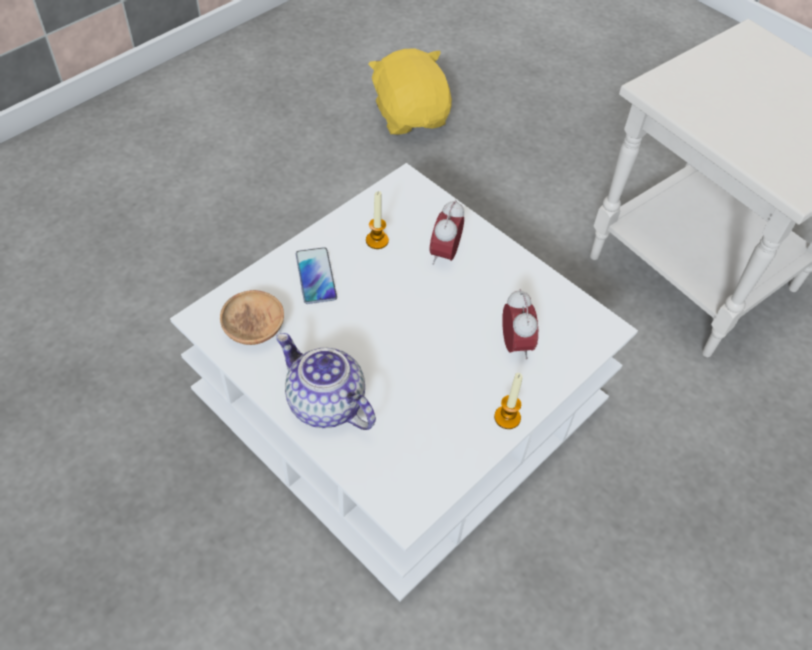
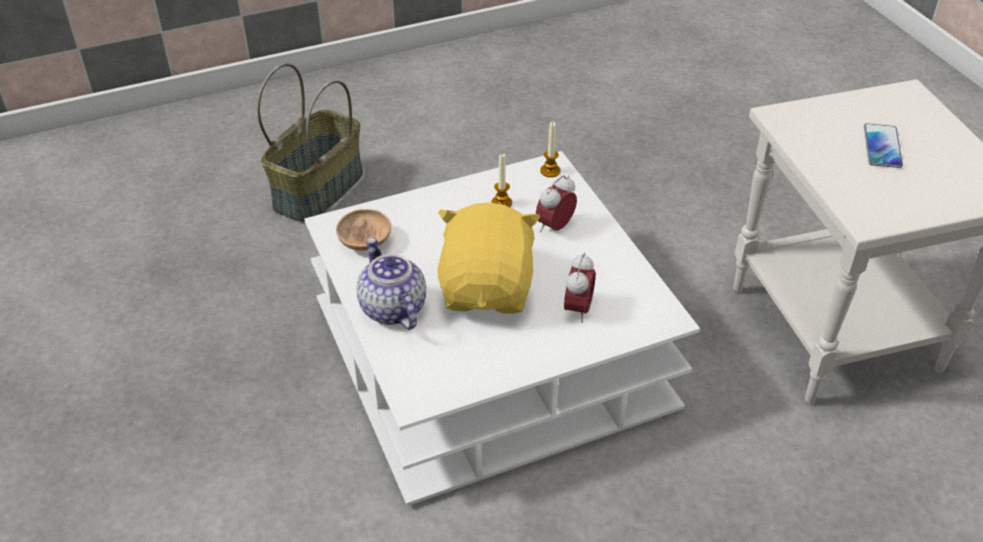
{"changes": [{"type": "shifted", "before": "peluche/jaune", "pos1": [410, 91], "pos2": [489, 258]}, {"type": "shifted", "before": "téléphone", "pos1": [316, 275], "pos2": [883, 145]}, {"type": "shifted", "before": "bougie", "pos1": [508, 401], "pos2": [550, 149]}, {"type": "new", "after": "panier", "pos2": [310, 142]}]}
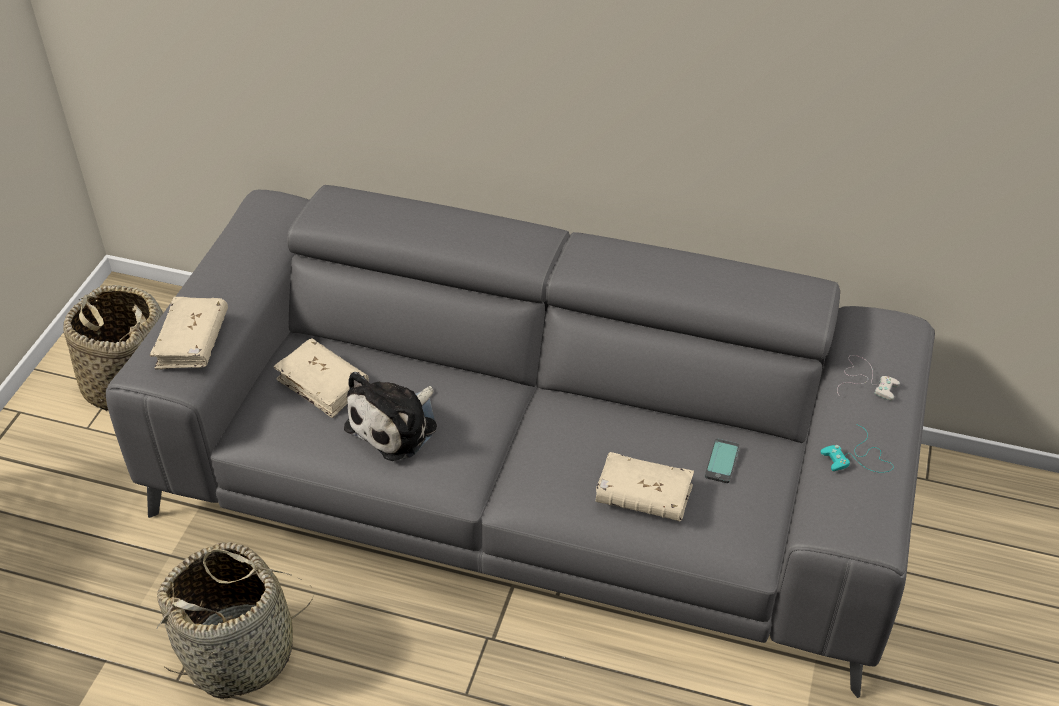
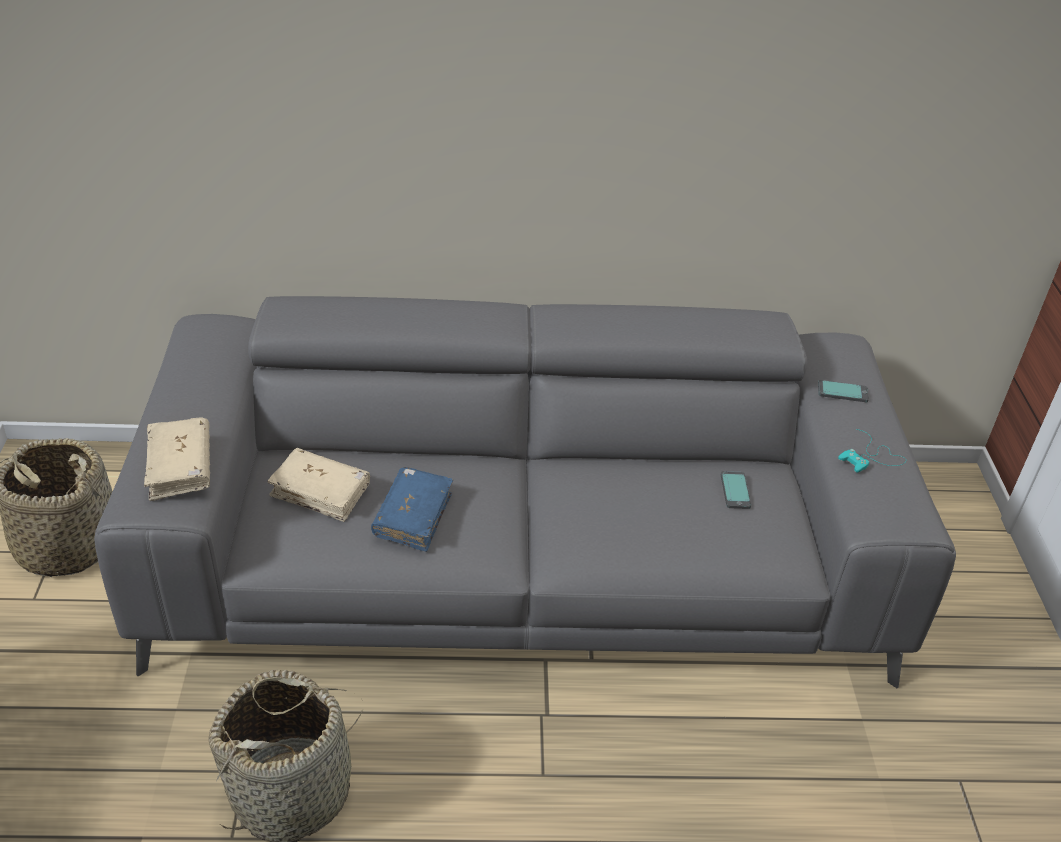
{"changes": [{"type": "swapped", "before": "manette/blanc", "after": "téléphone", "pos1": [868, 378], "pos2": [843, 391]}, {"type": "swapped", "before": "peluche", "after": "livre/bleu", "pos1": [390, 416], "pos2": [412, 509]}, {"type": "gone", "before": "livre/beige", "pos1": [645, 486]}]}
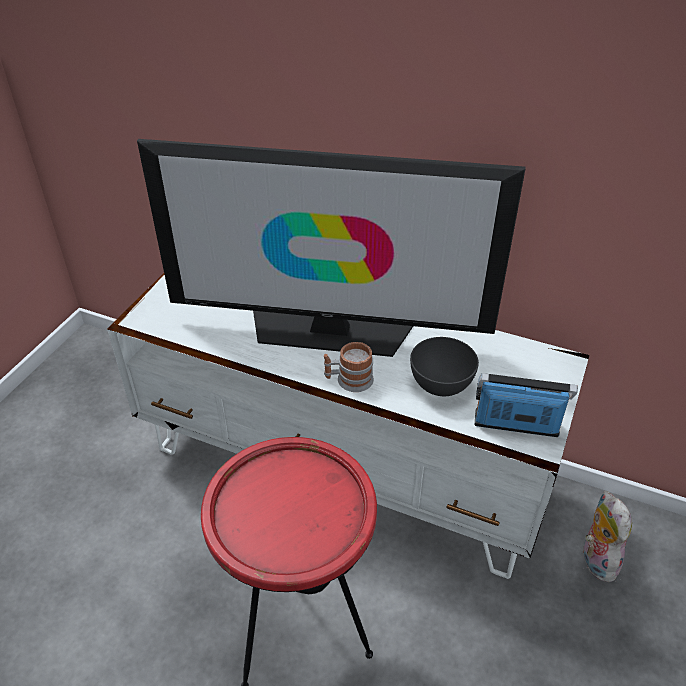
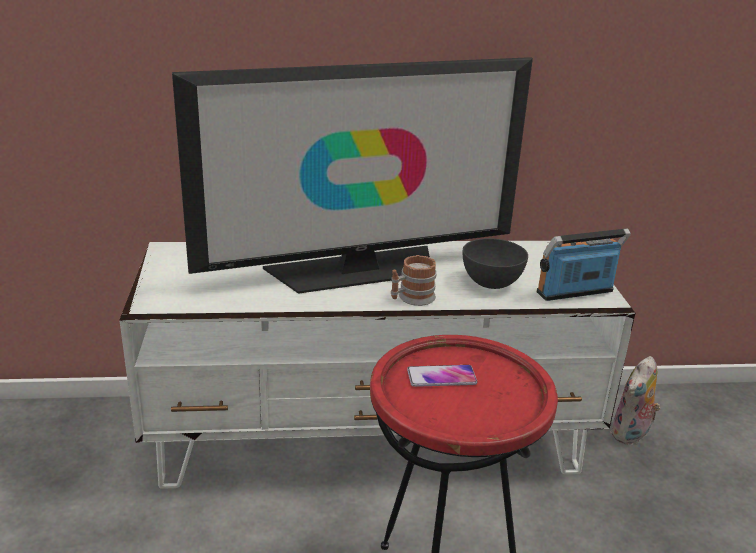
{"changes": [{"type": "rotated", "before": "peluche", "pos1": [607, 536], "pos2": [635, 400], "turn": -105}, {"type": "new", "after": "téléphone", "pos2": [442, 376]}]}
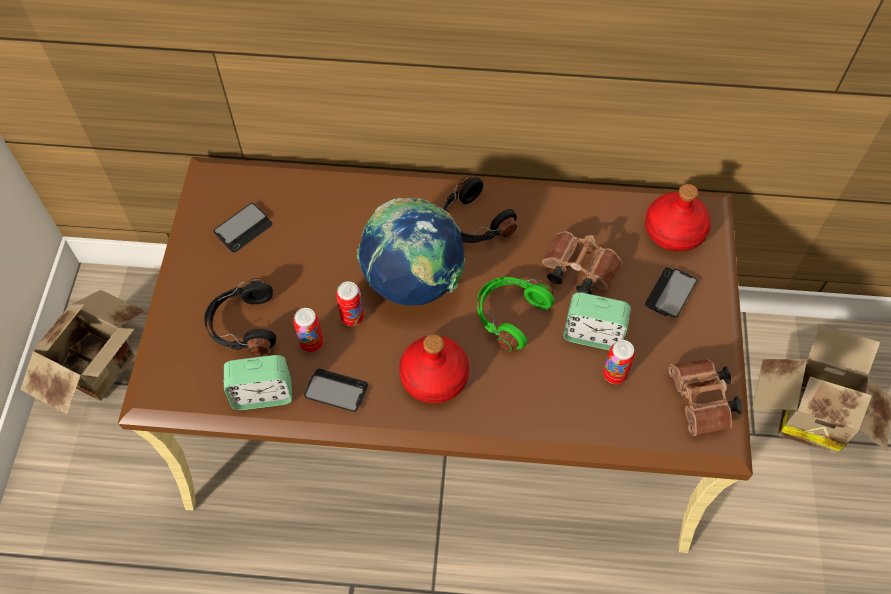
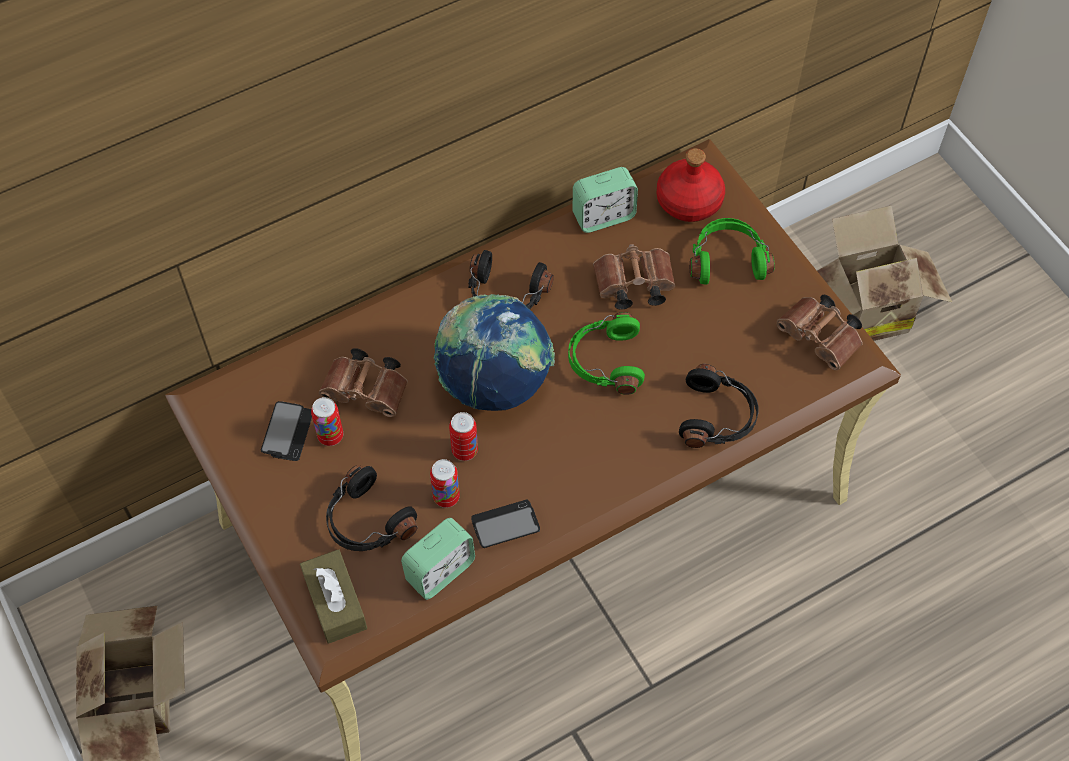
{"changes": [{"type": "swapped", "before": "téléphone", "after": "casque audio/vert", "pos1": [671, 292], "pos2": [732, 251]}, {"type": "shifted", "before": "réveil", "pos1": [597, 321], "pos2": [605, 200]}, {"type": "gone", "before": "bouteille/rouge", "pos1": [434, 368]}, {"type": "shifted", "before": "boîte métallique", "pos1": [619, 362], "pos2": [327, 421]}, {"type": "new", "after": "jumelles/marron", "pos2": [363, 382]}, {"type": "new", "after": "casque audio/noir", "pos2": [719, 406]}, {"type": "new", "after": "boîte à mouchoirs/marron", "pos2": [333, 596]}]}
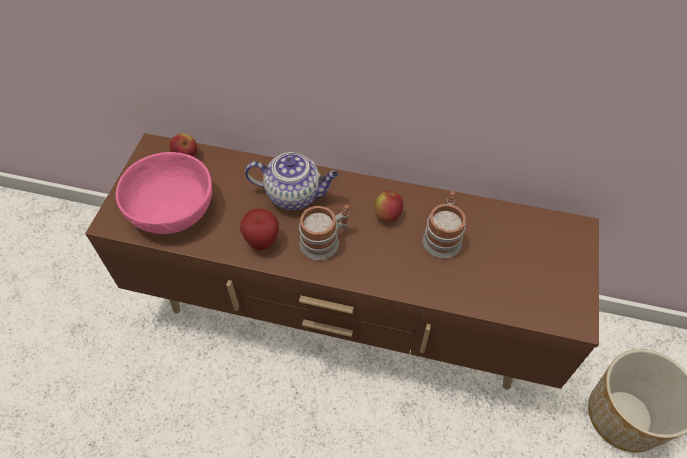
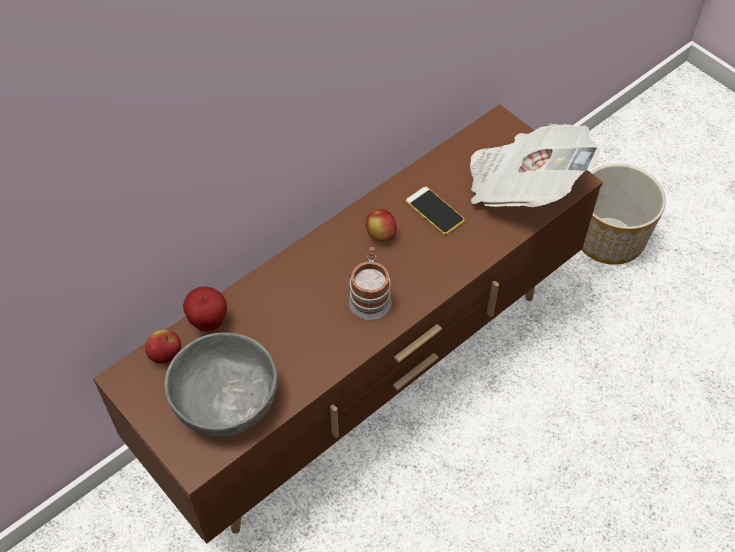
{"changes": [{"type": "repainted", "before": "bol/rose", "after": "bol/gris", "pos1": [163, 193], "pos2": [221, 384]}, {"type": "gone", "before": "théière", "pos1": [292, 181]}, {"type": "swapped", "before": "mug", "after": "téléphone", "pos1": [444, 224], "pos2": [435, 211]}, {"type": "shifted", "before": "pomme", "pos1": [259, 229], "pos2": [205, 309]}, {"type": "new", "after": "journal", "pos2": [535, 165]}]}
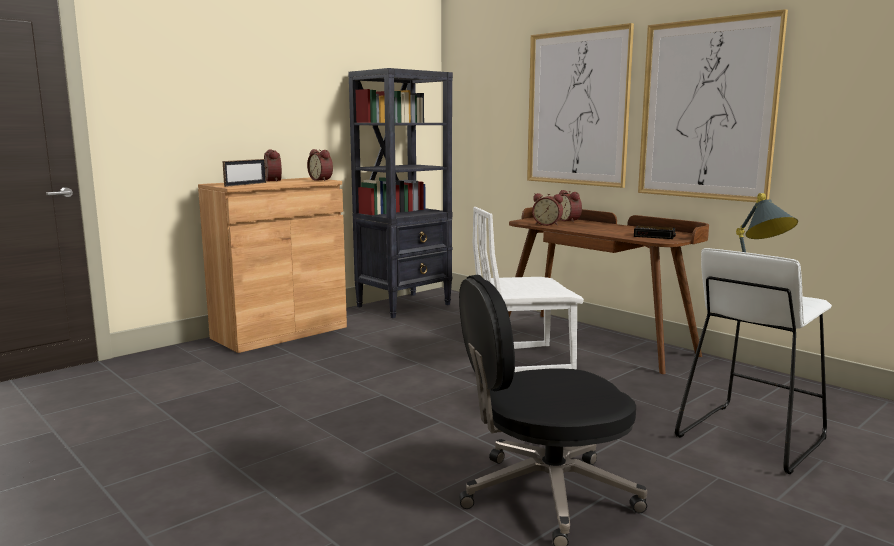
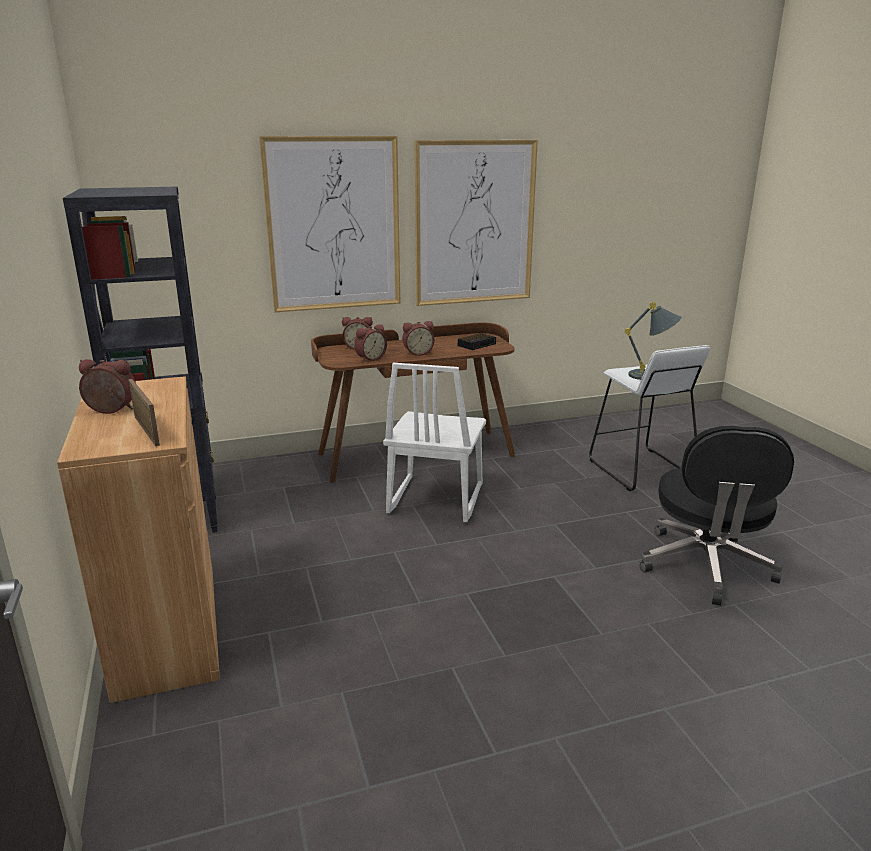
{"changes": [{"type": "shifted", "before": "réveil", "pos1": [320, 165], "pos2": [418, 338]}]}
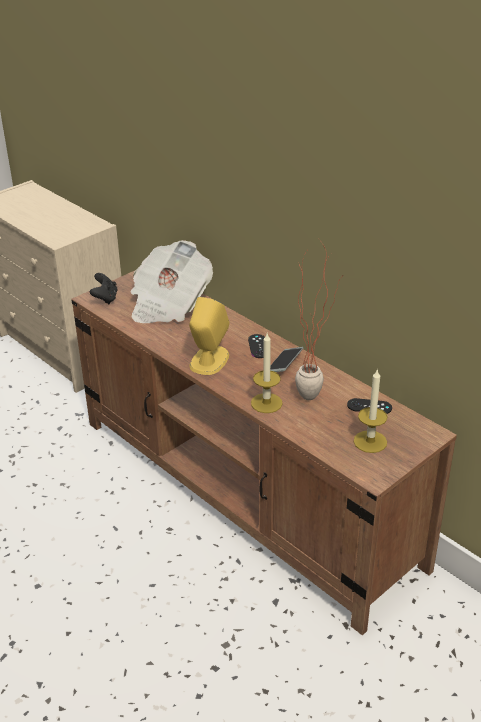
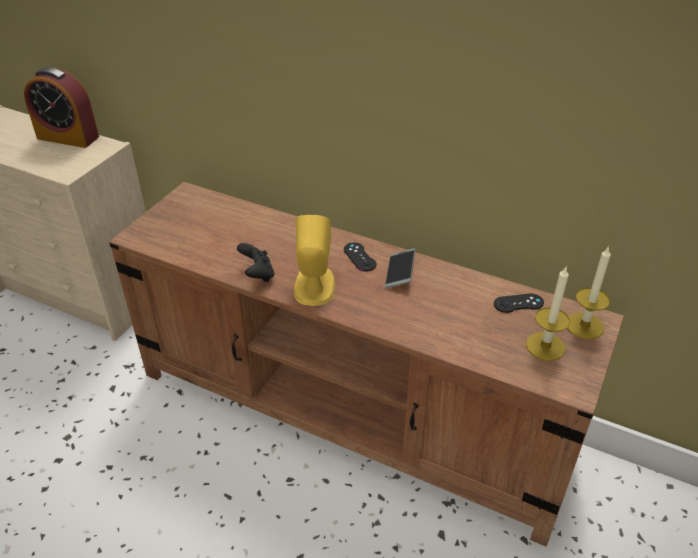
{"changes": [{"type": "gone", "before": "journal", "pos1": [172, 281]}, {"type": "gone", "before": "plante en pot", "pos1": [318, 320]}, {"type": "shifted", "before": "manette/noir", "pos1": [104, 288], "pos2": [256, 262]}, {"type": "shifted", "before": "bougie", "pos1": [267, 373], "pos2": [589, 292]}, {"type": "new", "after": "réveil", "pos2": [61, 107]}]}
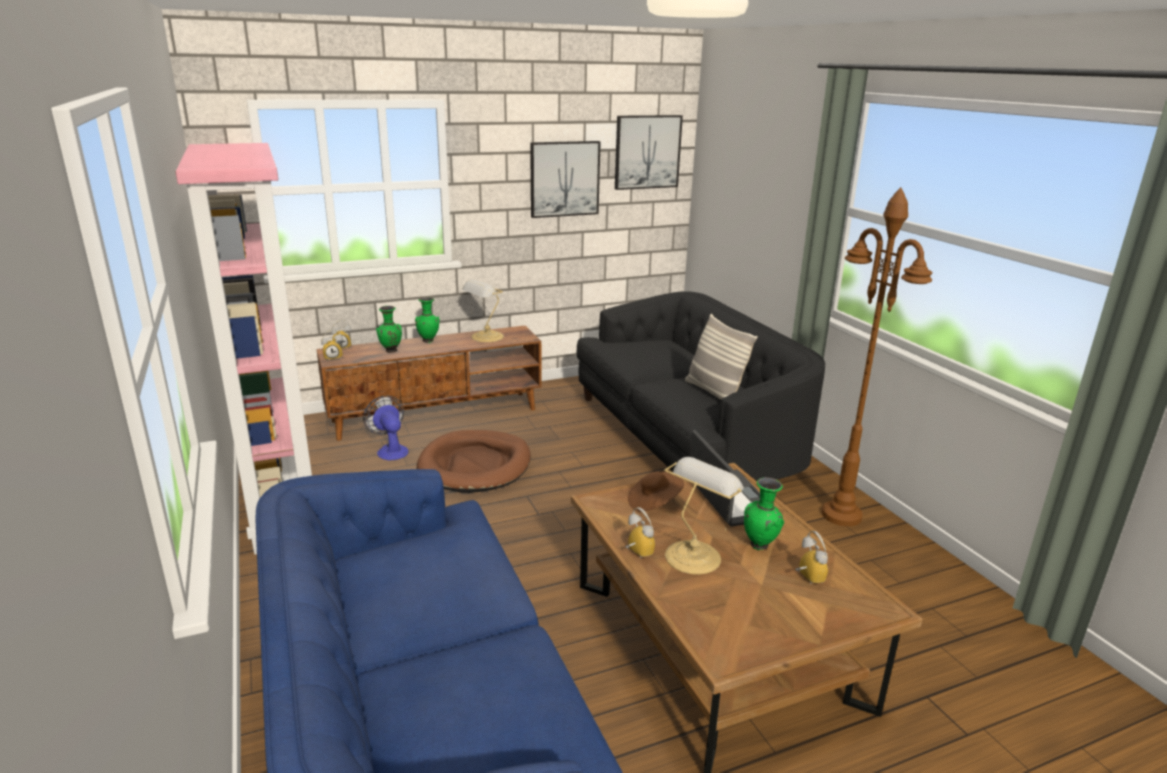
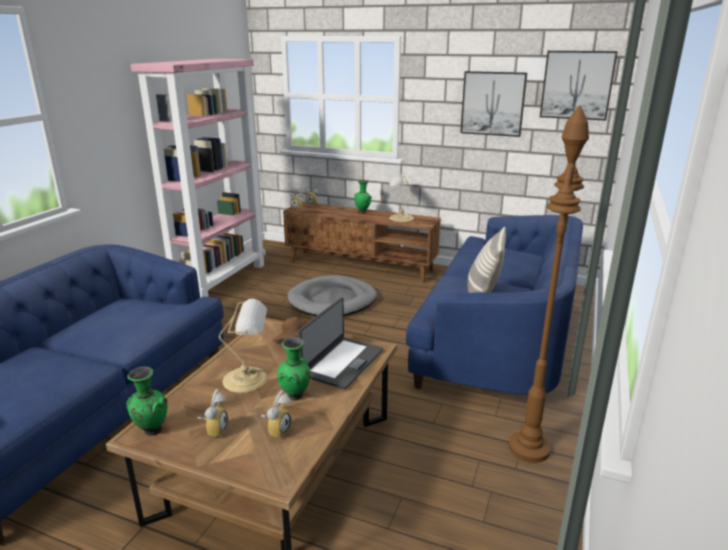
{"changes": [{"type": "repainted", "before": "canapé/noir", "after": "canapé/bleu", "pos1": [700, 386], "pos2": [494, 305]}, {"type": "shifted", "before": "vase/vert", "pos1": [389, 329], "pos2": [147, 401]}, {"type": "gone", "before": "ventilateur", "pos1": [385, 428]}, {"type": "repainted", "before": "panier pour chien/marron", "after": "panier pour chien/gris", "pos1": [474, 461], "pos2": [332, 295]}, {"type": "shifted", "before": "réveil", "pos1": [640, 532], "pos2": [212, 413]}]}
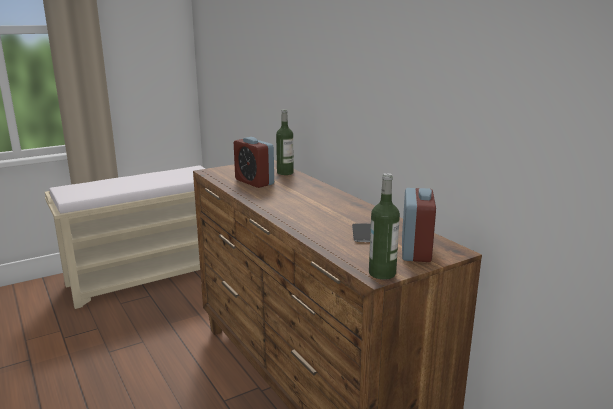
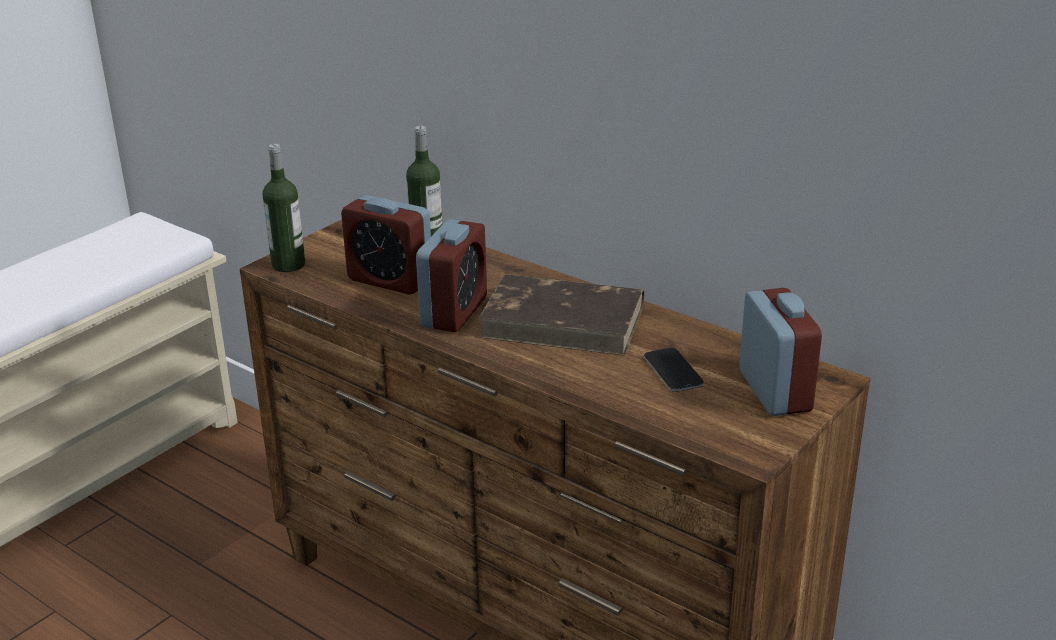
{"changes": [{"type": "shifted", "before": "bouteille", "pos1": [384, 226], "pos2": [283, 208]}, {"type": "new", "after": "réveil", "pos2": [451, 275]}, {"type": "new", "after": "livre/marron", "pos2": [561, 315]}]}
